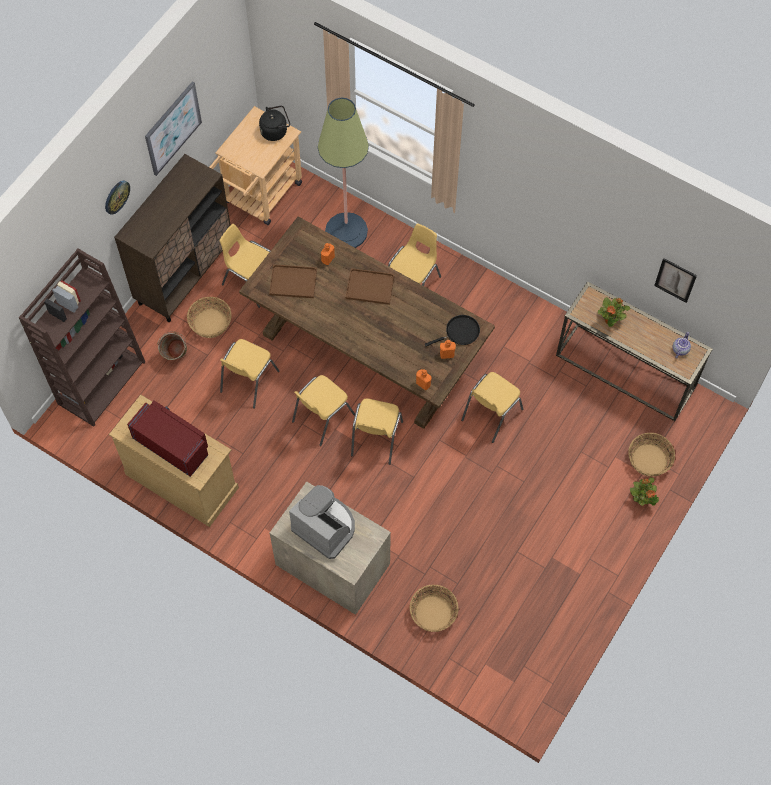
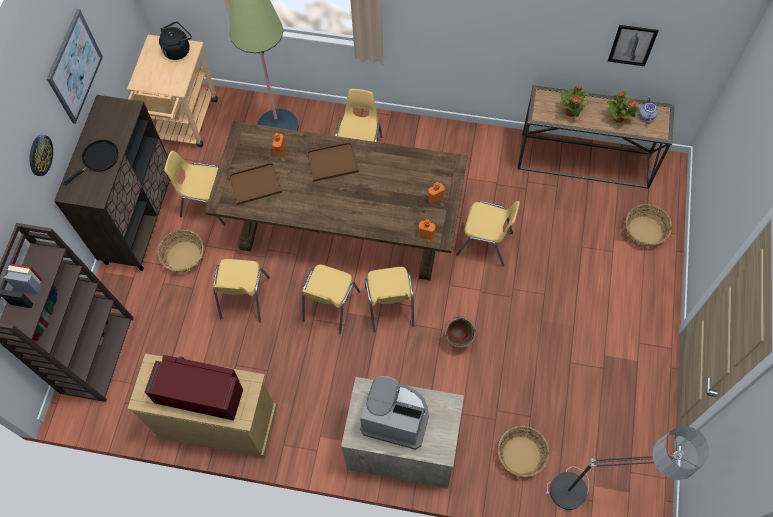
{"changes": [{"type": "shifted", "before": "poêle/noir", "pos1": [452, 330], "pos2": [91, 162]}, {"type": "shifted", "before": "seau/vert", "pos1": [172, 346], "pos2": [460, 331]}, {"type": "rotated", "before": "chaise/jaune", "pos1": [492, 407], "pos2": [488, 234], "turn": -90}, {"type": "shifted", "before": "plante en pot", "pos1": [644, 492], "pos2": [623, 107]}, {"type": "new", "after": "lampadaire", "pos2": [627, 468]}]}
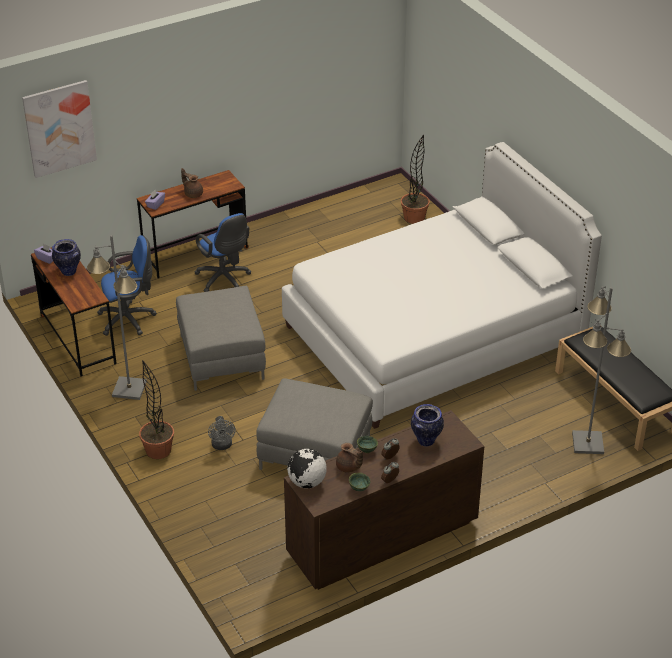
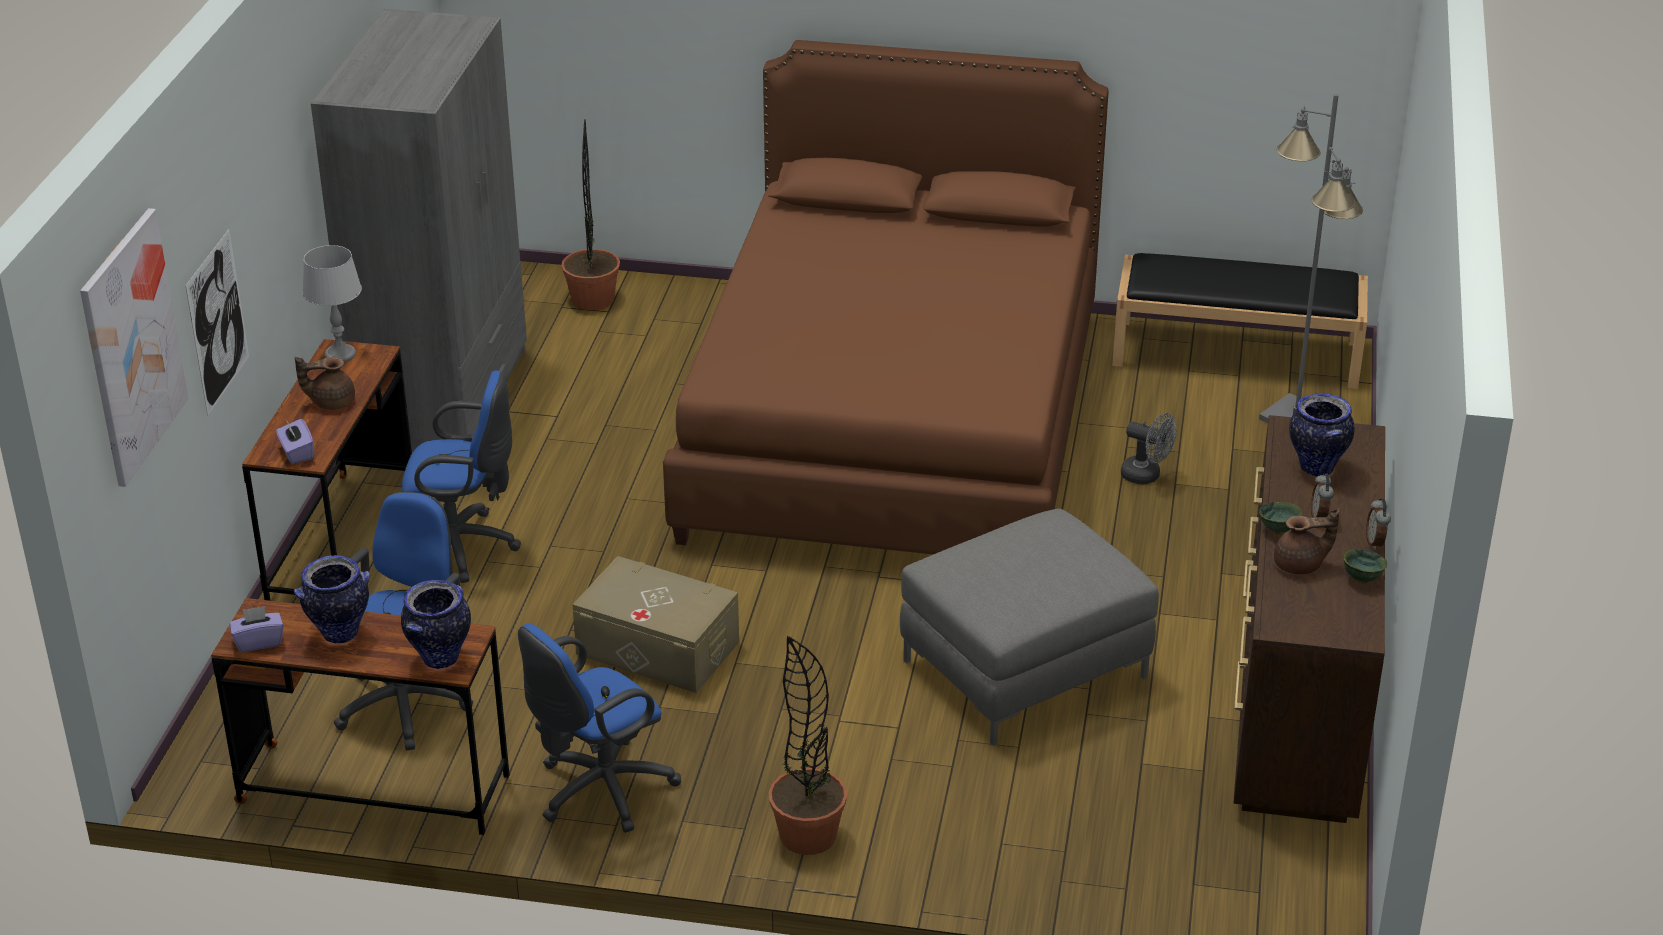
{"changes": [{"type": "repainted", "before": "lit/blanc", "after": "lit/marron", "pos1": [442, 285], "pos2": [886, 297]}, {"type": "swapped", "before": "lampadaire/gris", "after": "chaise de bureau/bleu", "pos1": [117, 317], "pos2": [599, 728]}, {"type": "swapped", "before": "pouf/gris", "after": "boîte de rangement/beige", "pos1": [221, 338], "pos2": [655, 624]}, {"type": "shifted", "before": "ventilateur/gris", "pos1": [222, 433], "pos2": [1148, 449]}, {"type": "gone", "before": "globe", "pos1": [307, 468]}, {"type": "new", "after": "armoire/gris", "pos2": [419, 231]}, {"type": "new", "after": "tableau", "pos2": [217, 322]}, {"type": "new", "after": "lampe de table/gris", "pos2": [332, 303]}, {"type": "new", "after": "vase", "pos2": [436, 624]}]}
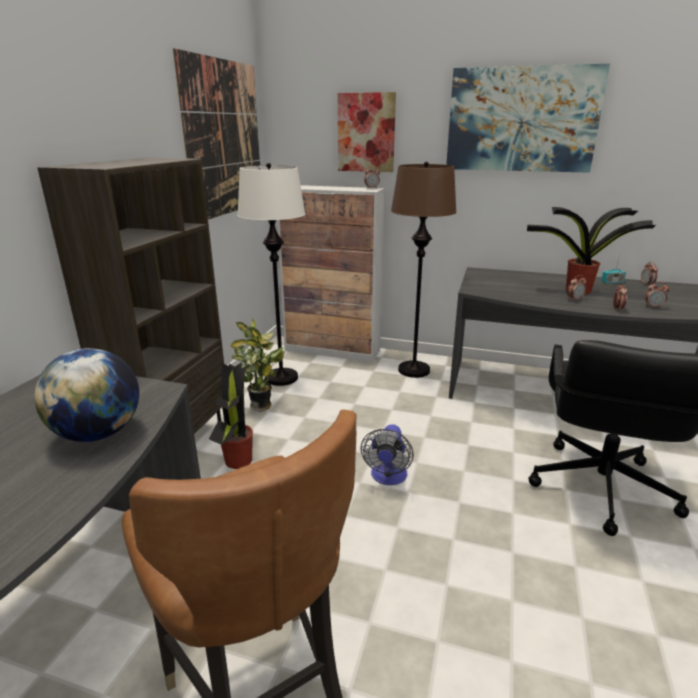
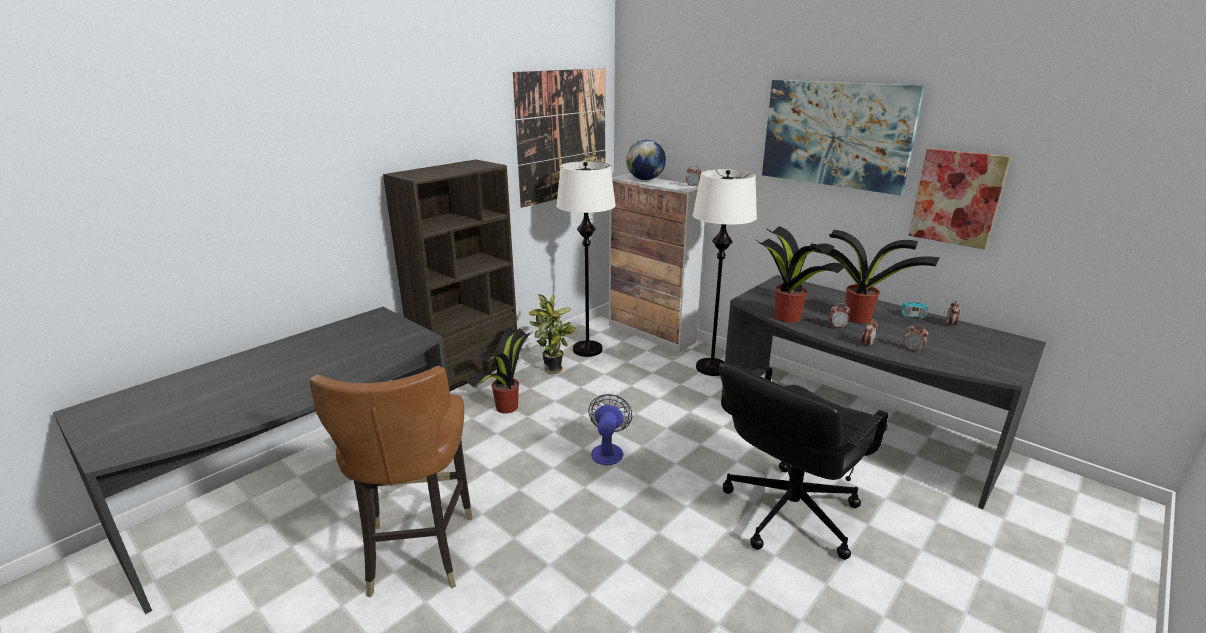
{"changes": [{"type": "shifted", "before": "tableau", "pos1": [367, 132], "pos2": [959, 199]}, {"type": "repainted", "before": "lampadaire/marron", "after": "lampadaire/blanc", "pos1": [424, 270], "pos2": [724, 272]}, {"type": "shifted", "before": "globe", "pos1": [86, 395], "pos2": [646, 160]}, {"type": "rotated", "before": "ventilateur", "pos1": [387, 454], "pos2": [610, 429], "turn": 150}, {"type": "new", "after": "plante en pot", "pos2": [801, 274]}]}
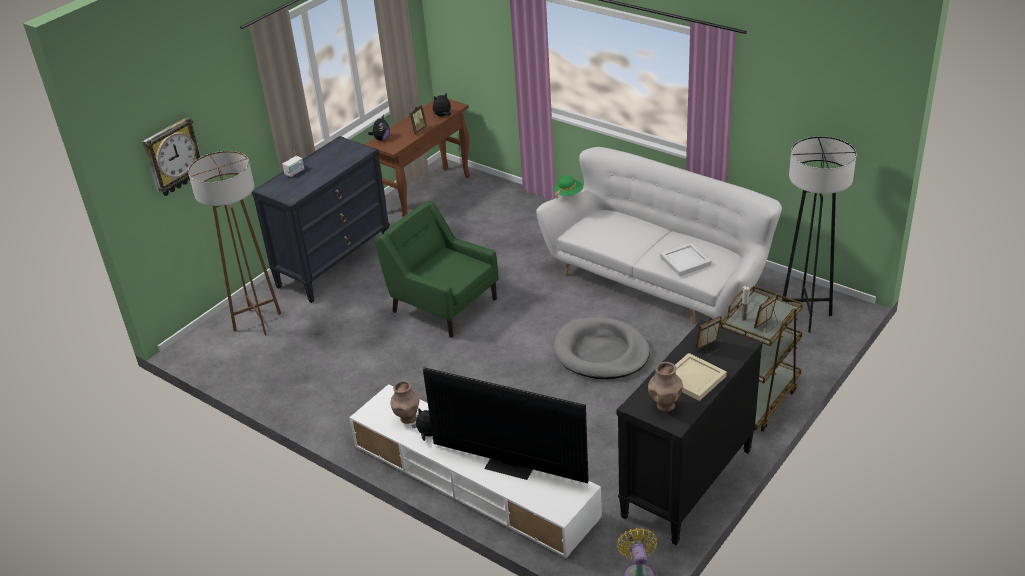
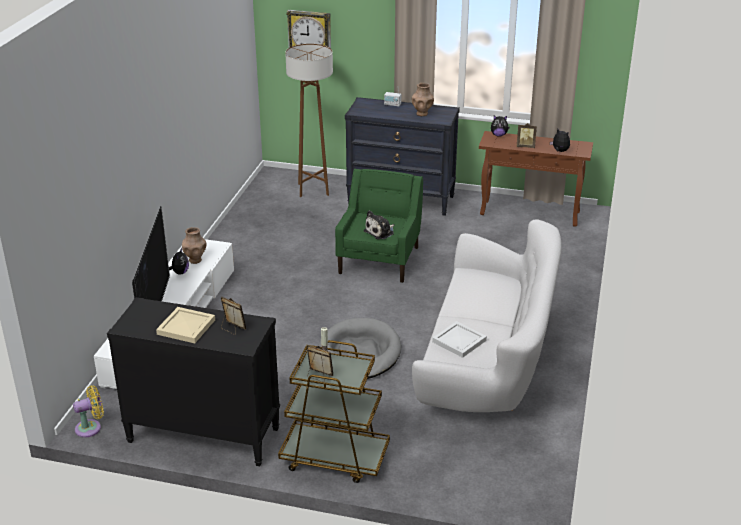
{"changes": [{"type": "gone", "before": "lampadaire/gris", "pos1": [819, 234]}, {"type": "gone", "before": "chapeau/vert", "pos1": [568, 186]}, {"type": "shifted", "before": "vase/marron", "pos1": [665, 387], "pos2": [423, 99]}, {"type": "new", "after": "peluche", "pos2": [379, 224]}]}
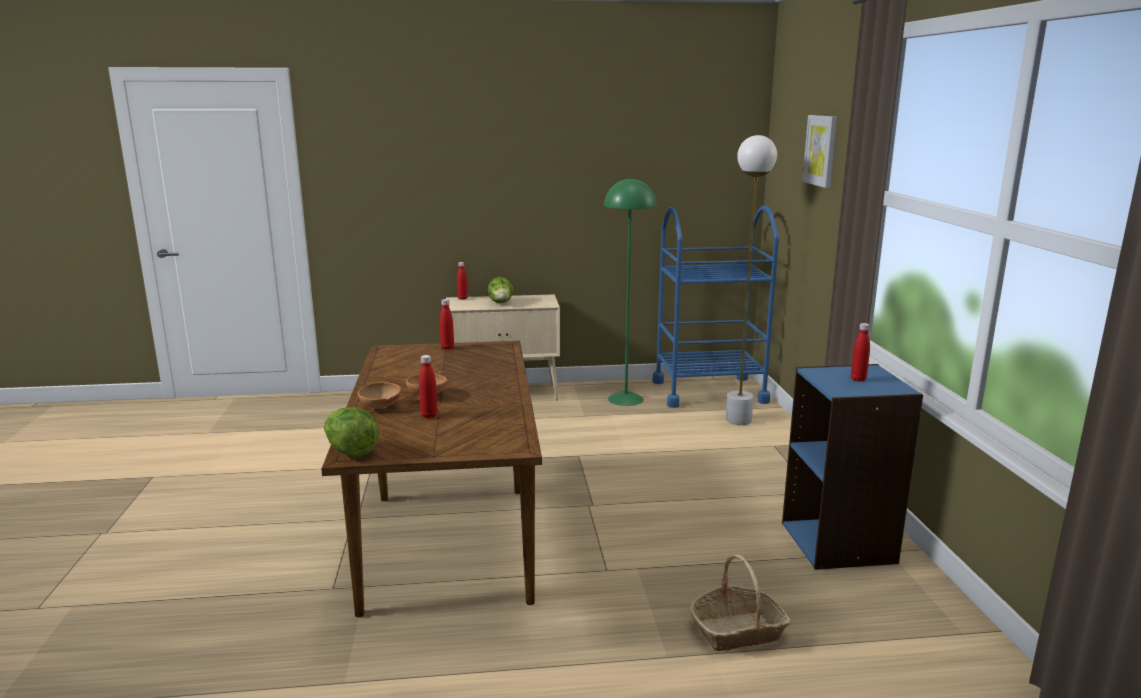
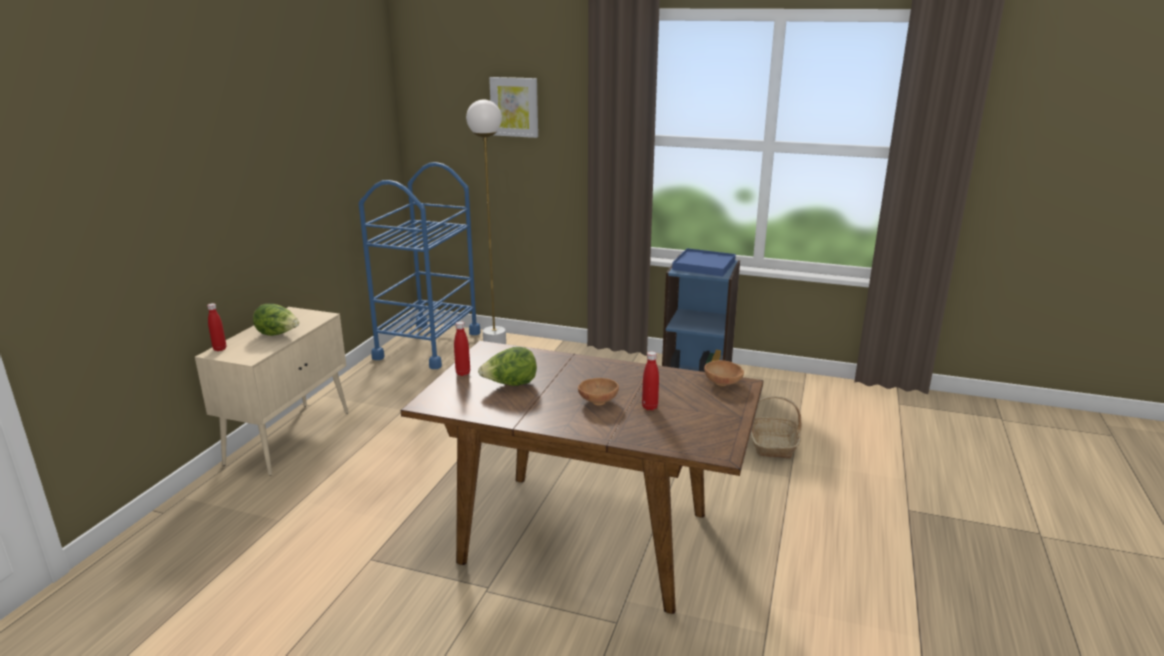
{"changes": [{"type": "gone", "before": "lampadaire/vert", "pos1": [630, 291]}, {"type": "swapped", "before": "bouteille/rouge", "after": "plateau/bleu", "pos1": [860, 352], "pos2": [704, 262]}, {"type": "shifted", "before": "bol/marron", "pos1": [379, 395], "pos2": [724, 373]}, {"type": "shifted", "before": "laitue", "pos1": [351, 432], "pos2": [507, 366]}]}
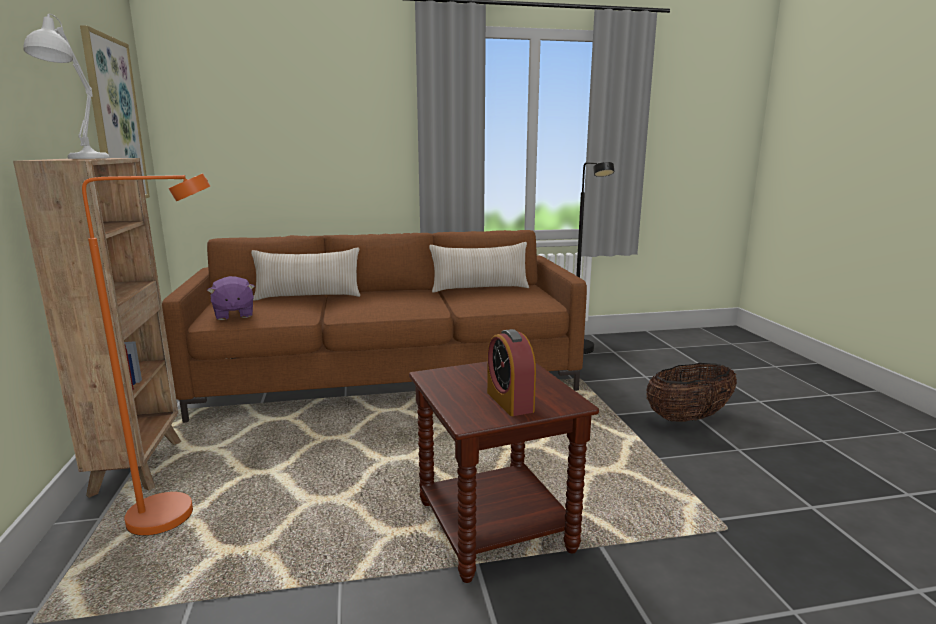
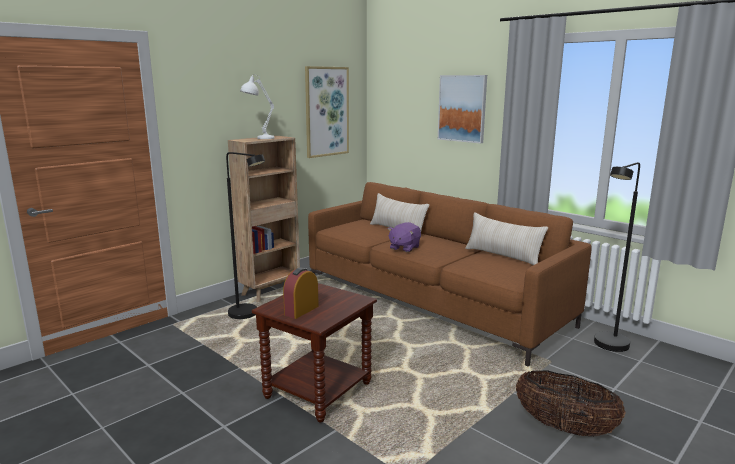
{"changes": [{"type": "repainted", "before": "lampadaire/orange", "after": "lampadaire/noir", "pos1": [146, 354], "pos2": [245, 235]}, {"type": "shifted", "before": "peluche/violet", "pos1": [231, 298], "pos2": [404, 237]}, {"type": "new", "after": "tableau", "pos2": [462, 109]}]}
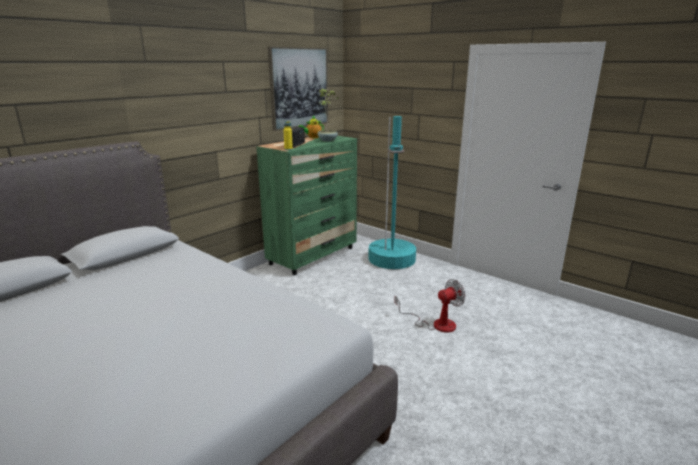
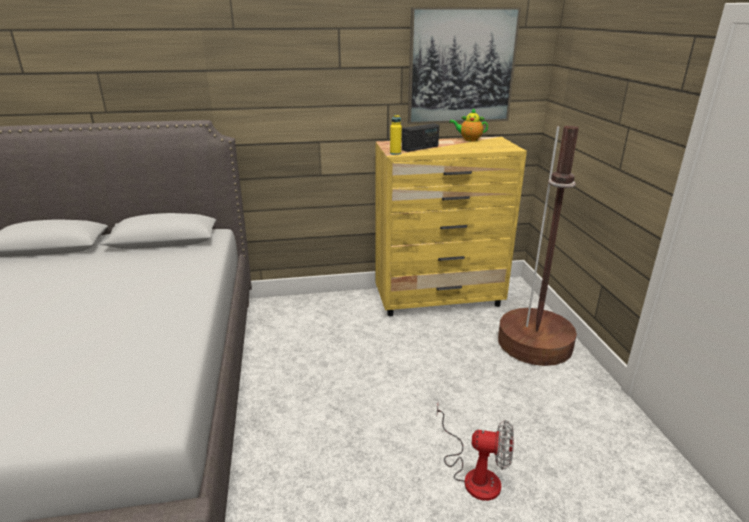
{"changes": [{"type": "gone", "before": "plante en pot", "pos1": [328, 115]}, {"type": "repainted", "before": "lampadaire/turquoise", "after": "lampadaire/marron", "pos1": [392, 192], "pos2": [538, 246]}, {"type": "repainted", "before": "commode/vert", "after": "commode/jaune", "pos1": [306, 205], "pos2": [451, 227]}]}
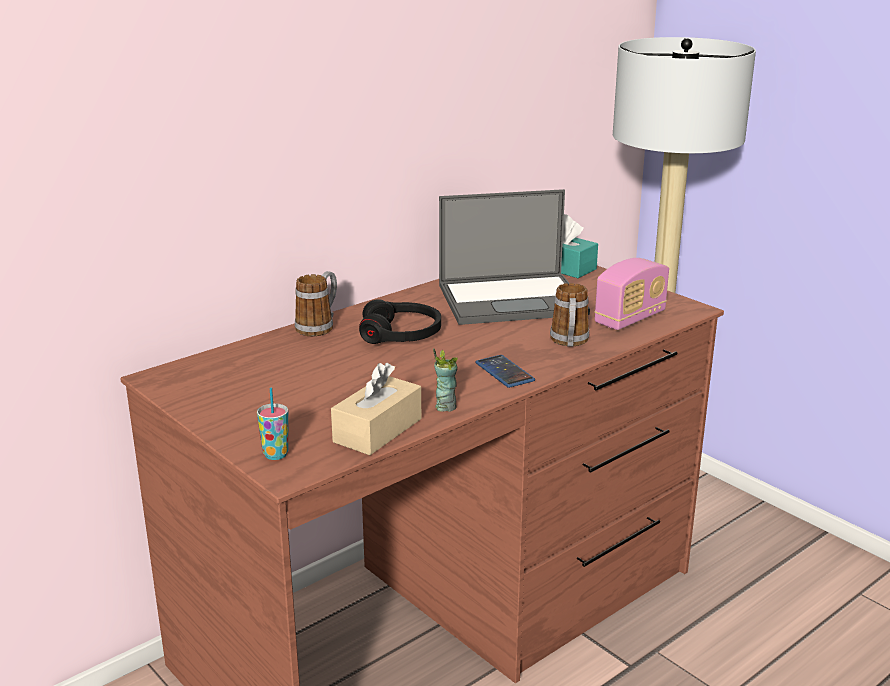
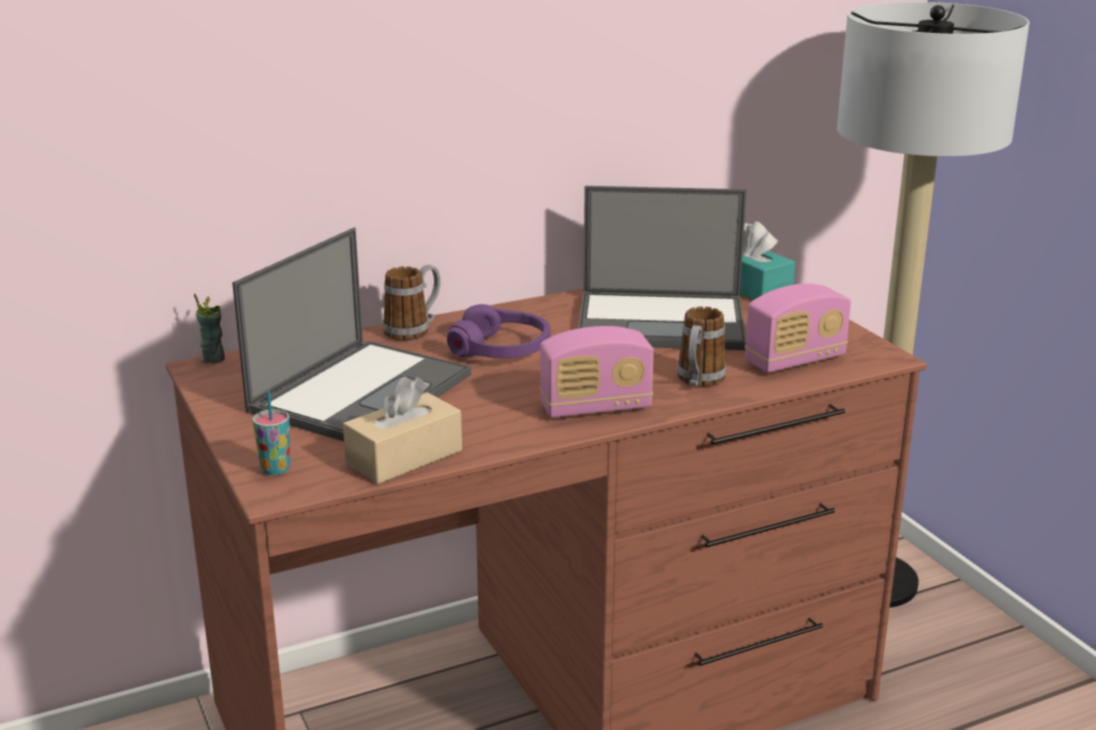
{"changes": [{"type": "repainted", "before": "casque audio/noir", "after": "casque audio/violet", "pos1": [400, 321], "pos2": [498, 331]}, {"type": "shifted", "before": "tasse", "pos1": [445, 380], "pos2": [209, 329]}, {"type": "swapped", "before": "téléphone", "after": "radio", "pos1": [505, 371], "pos2": [597, 372]}, {"type": "new", "after": "ordinateur portable", "pos2": [351, 334]}]}
